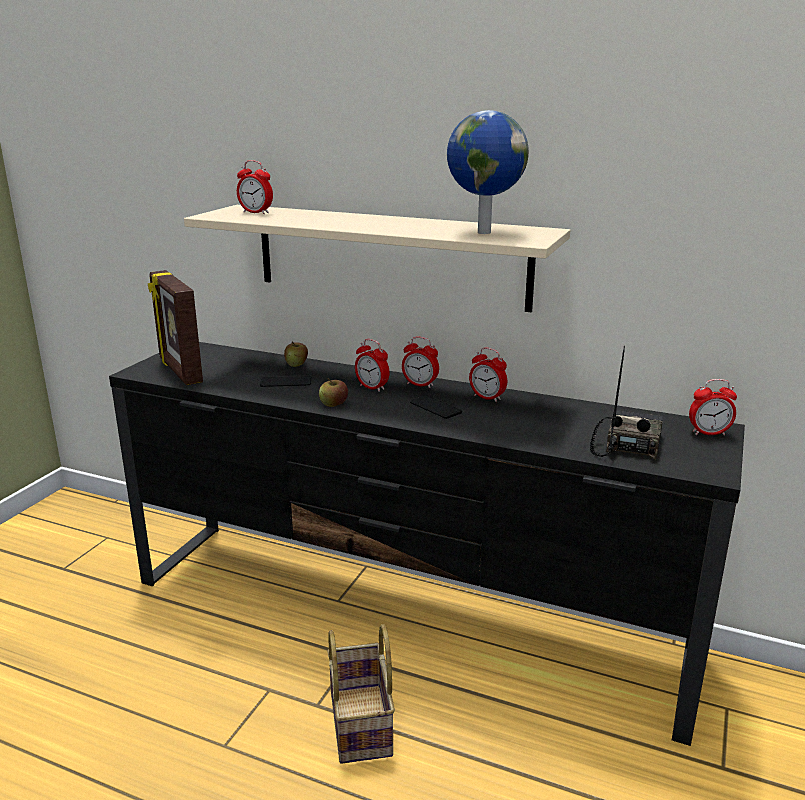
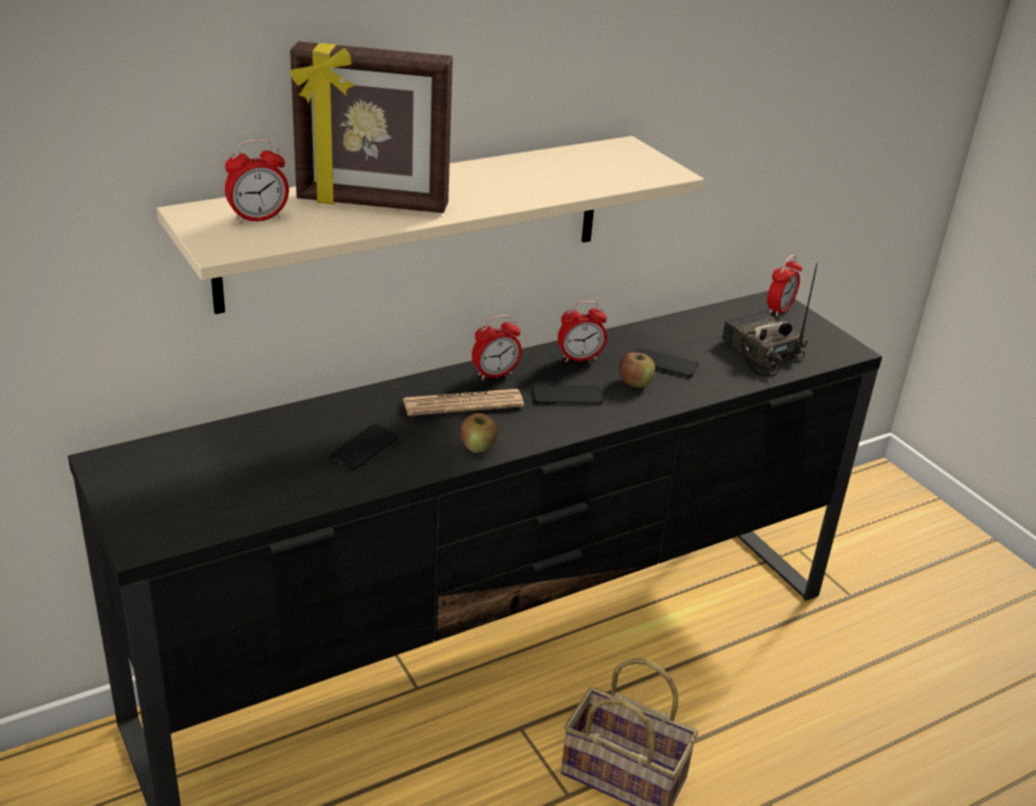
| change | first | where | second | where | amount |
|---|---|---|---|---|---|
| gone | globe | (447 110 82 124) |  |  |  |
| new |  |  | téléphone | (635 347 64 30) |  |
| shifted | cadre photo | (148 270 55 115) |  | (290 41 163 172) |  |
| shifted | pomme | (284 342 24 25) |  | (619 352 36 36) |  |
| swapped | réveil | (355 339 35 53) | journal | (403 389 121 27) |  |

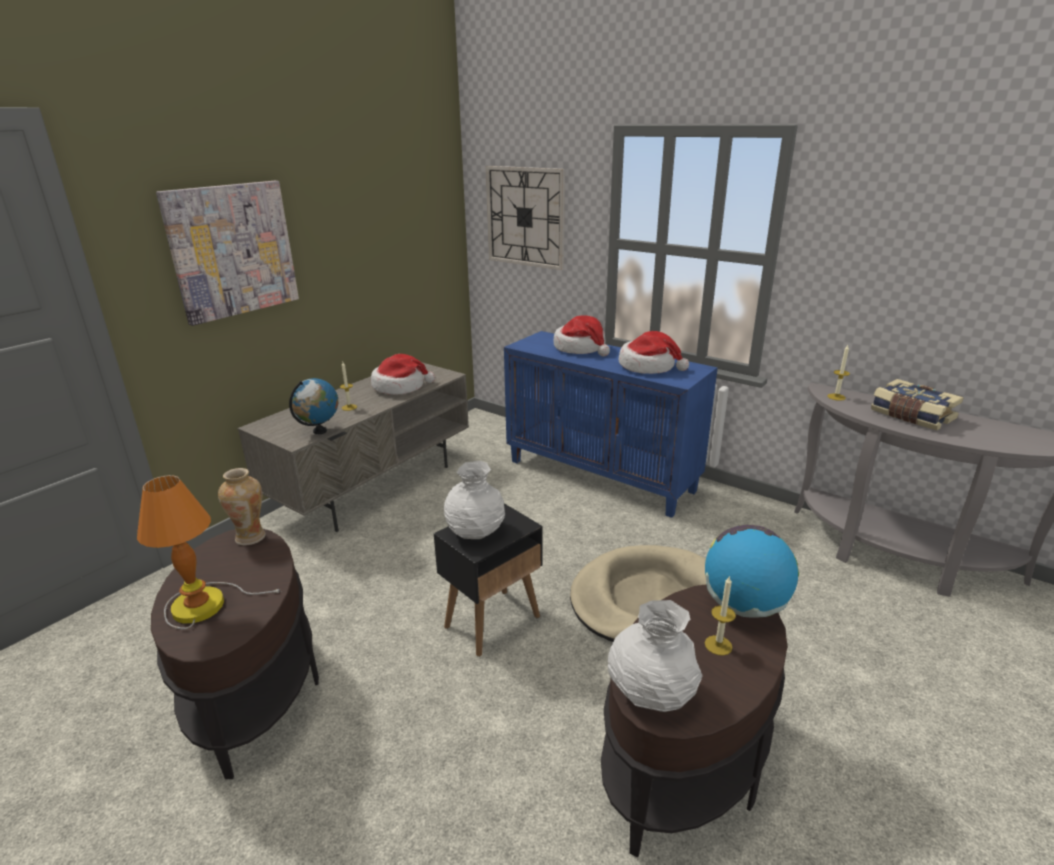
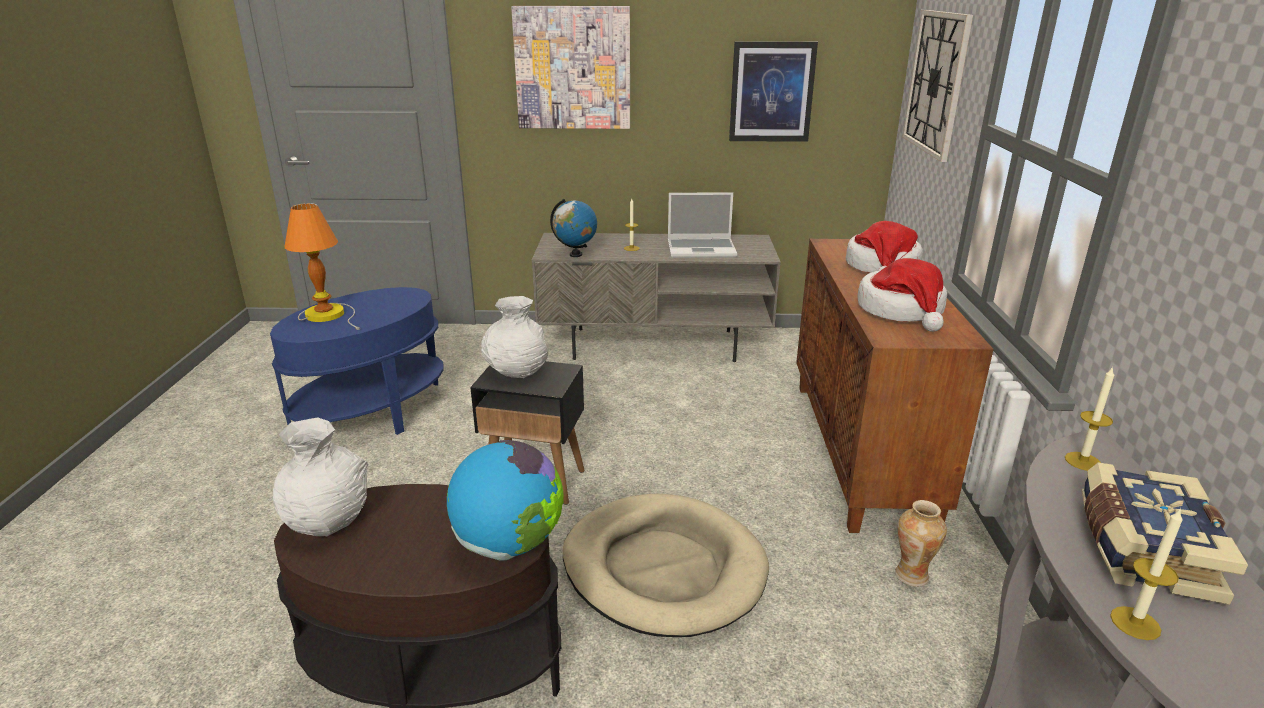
| change | first | where | second | where | amount |
|---|---|---|---|---|---|
| new |  |  | tableau | (729 41 89 101) |  |
| shifted | vase | (218 468 48 78) |  | (895 500 52 87) |  |
| shifted | bougie | (705 575 31 81) |  | (1110 508 73 132) |  |
| swapped | chapeau | (371 354 64 41) | ordinateur portable | (668 192 69 66) |  |
| repainted | table d'appoint [marron] | (151 529 168 250) | table d'appoint [bleu] | (270 287 174 148) |  |
| repainted | meuble de rangement [bleu] | (504 331 214 187) | meuble de rangement [marron] | (796 239 198 294) |  |

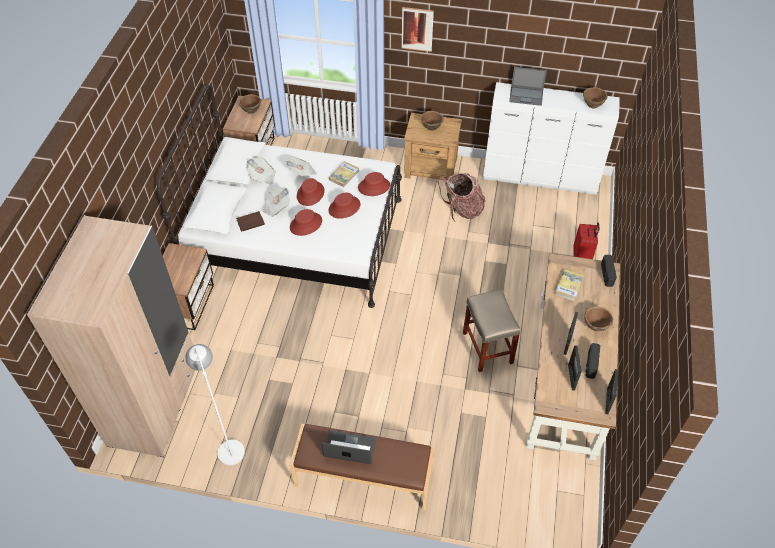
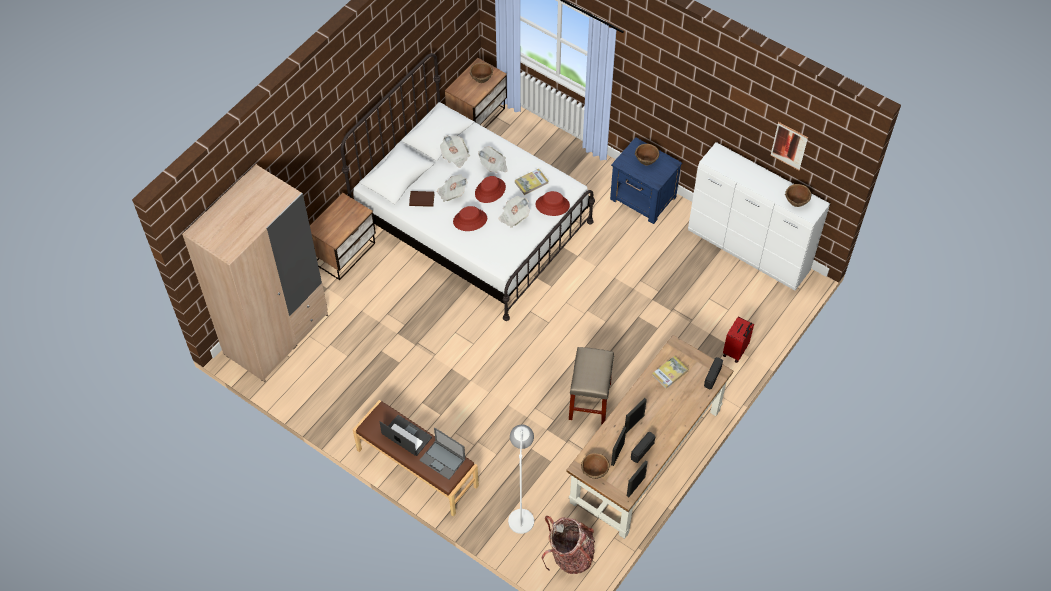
| change | first | where | second | where | amount |
|---|---|---|---|---|---|
| shifted | lampadaire [blanc] | (185 344 60 121) |  | (508 425 26 109) |  |
| shifted | tableau | (402 7 32 45) |  | (771 122 37 48) |  |
| shifted | sac à dos | (438 172 47 49) |  | (542 516 53 58) |  |
| shifted | ordinateur portable | (509 67 38 39) |  | (419 427 46 52) |  |
| shifted | bol [marron] | (584 306 29 25) |  | (581 453 29 26) |  |
| swapped | chapeau [rouge] | (329 193 32 26) | journal | (498 196 32 32) |  |
| repainted | table de chevet [marron] | (404 113 58 67) | table de chevet [bleu] | (610 137 72 87) |  |

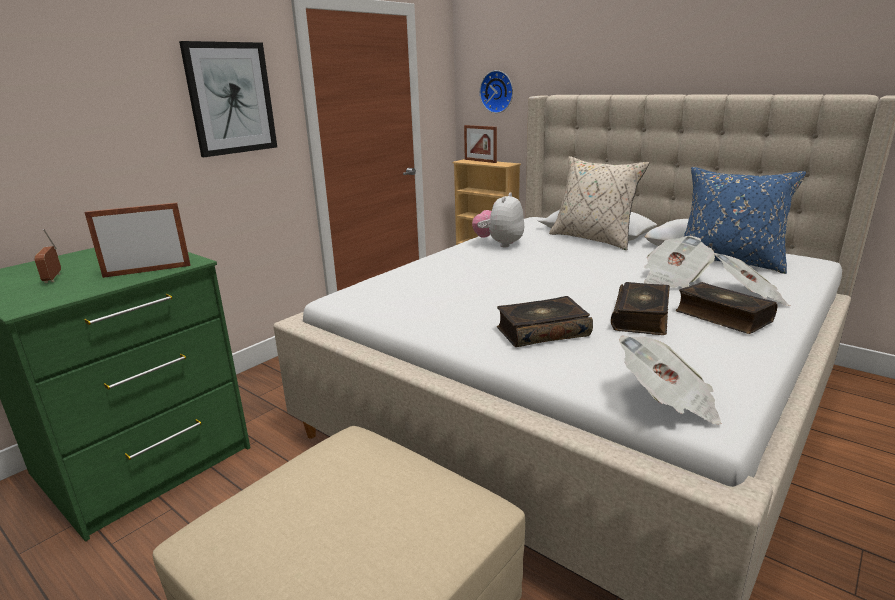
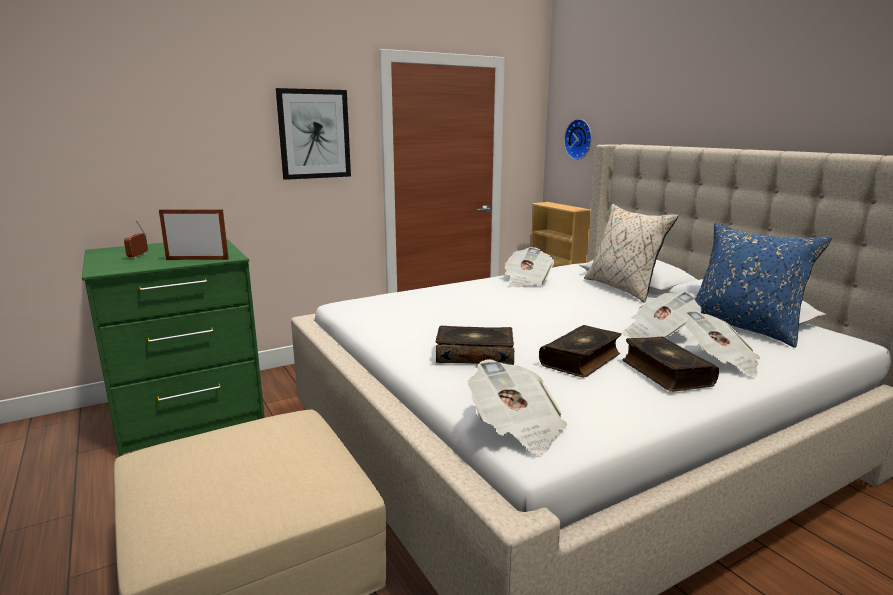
| change | first | where | second | where | amount |
|---|---|---|---|---|---|
| gone | cadre photo | (464 125 33 38) |  |  |  |
| swapped | peluche | (472 192 52 55) | journal | (504 247 51 41) |  |

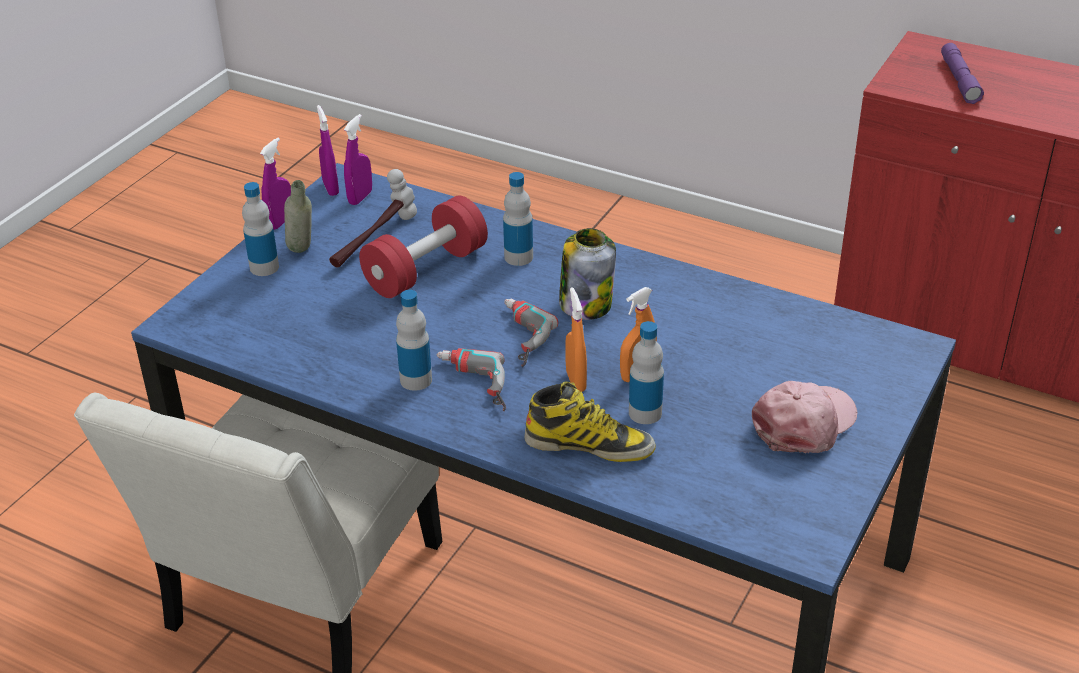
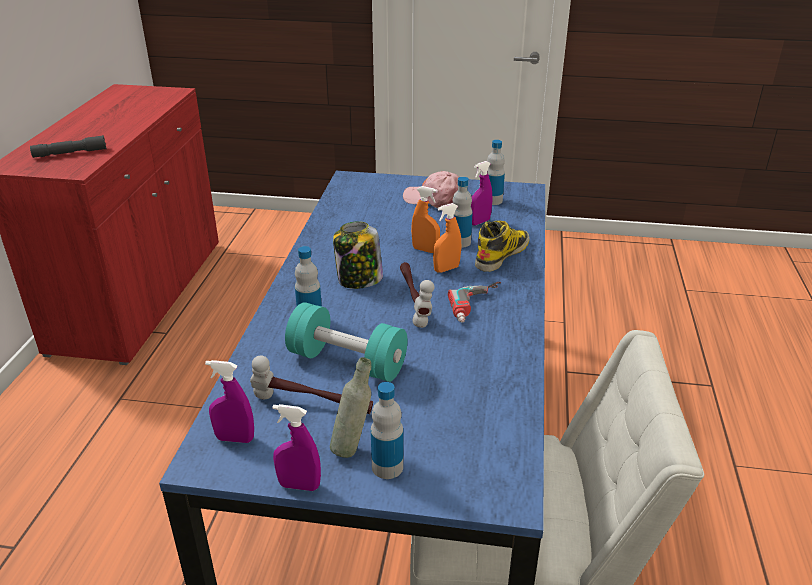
| change | first | where | second | where | amount |
|---|---|---|---|---|---|
| shifted | vaporisateur [violet] | (317 105 22 91) |  | (471 161 21 64) |  |
| shifted | bouteille | (396 290 36 101) |  | (487 140 18 65) |  |
| swapped | perceuse | (504 299 54 68) | marteau | (400 262 35 66) |  |
| repainted | haltère [rouge] | (359 196 129 102) | haltère [turquoise] | (285 302 123 80) |  |
| repainted | lampe de poche [violet] | (941 43 43 61) | lampe de poche [gris] | (30 135 77 23) |  |
| rotated | botte | (524 381 132 81) |  | (475 221 54 51) | 45 degrees clockwise |

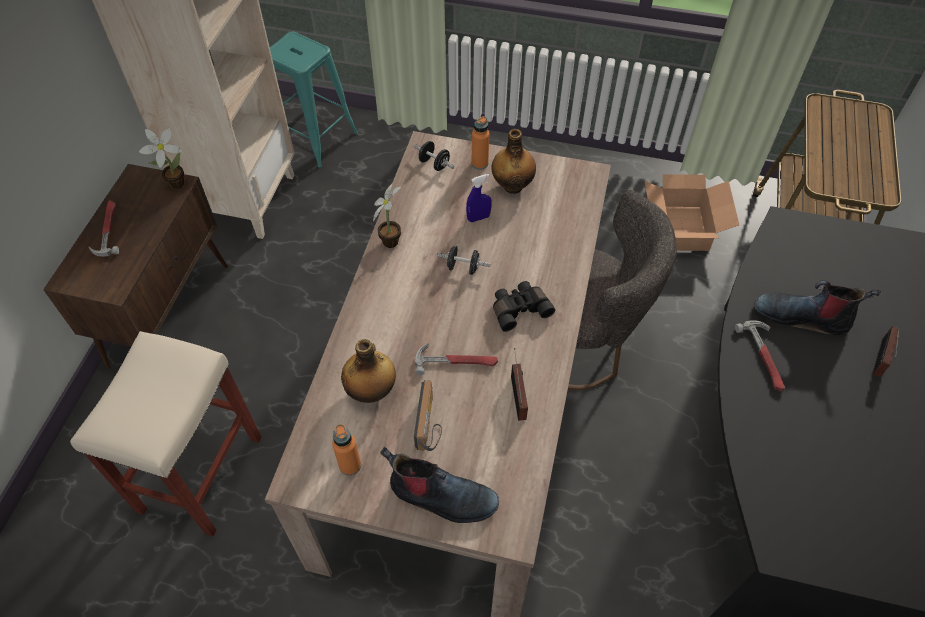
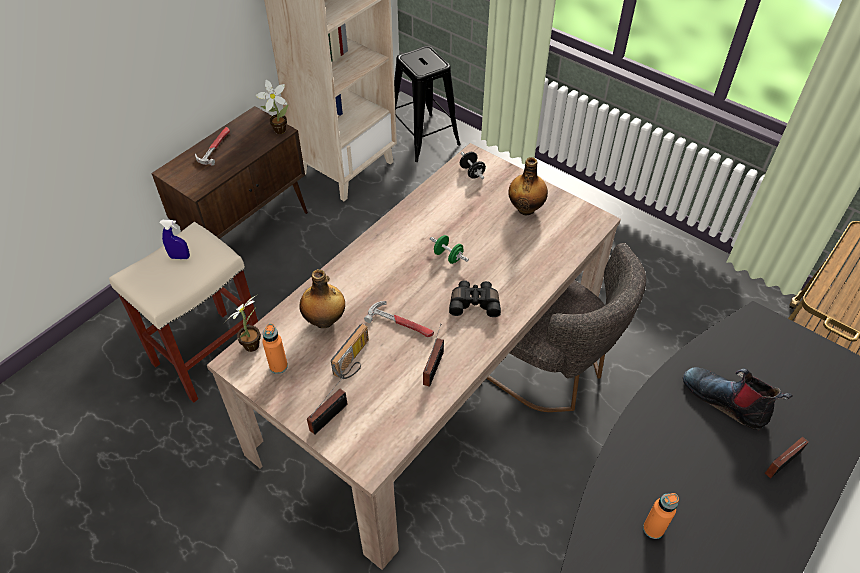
| change | first | where | second | where | amount |
|---|---|---|---|---|---|
| gone | carton | (645 174 94 77) |  |  |  |
| gone | marteau | (735 320 50 71) |  |  |  |
| shifted | plante en pot | (373 184 28 64) |  | (224 295 37 57) |  |
| shifted | vaporisateur [bleu] | (466 174 26 48) |  | (159 220 31 39) |  |
| shifted | bouteille [orange] | (472 116 17 54) |  | (643 493 36 46) |  |
| swapped | botte | (380 447 119 76) | radio | (307 376 40 59) |  |
| repainted | tabouret [turquoise] | (270 32 88 135) | tabouret [noir] | (394 46 67 116) |  |
| repainted | haltère [noir] | (436 246 55 29) | haltère [vert] | (430 235 39 29) |  |

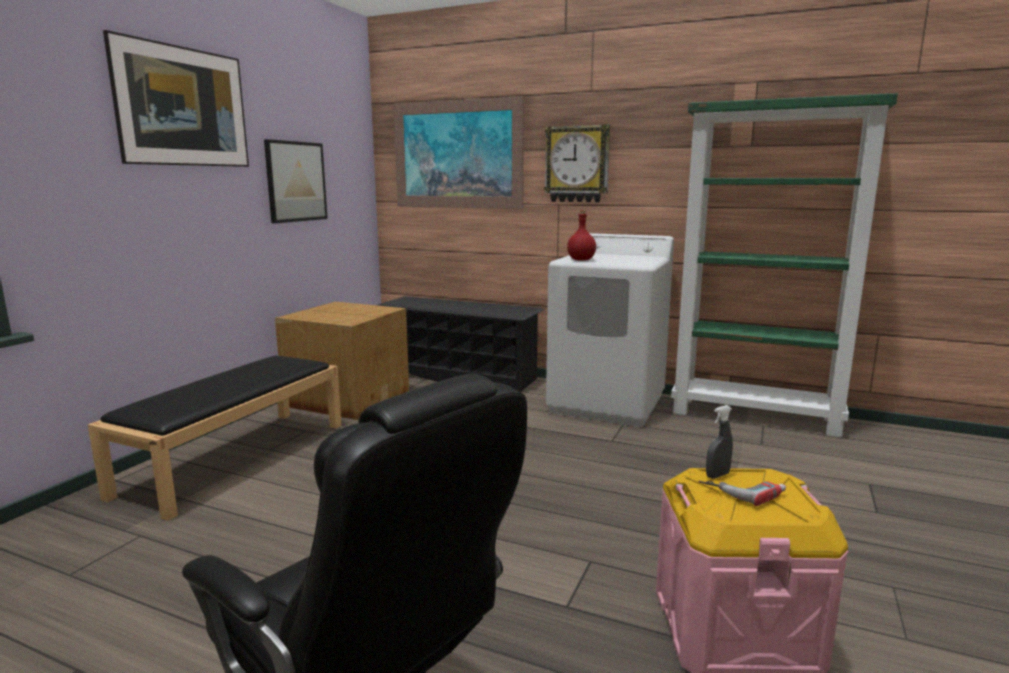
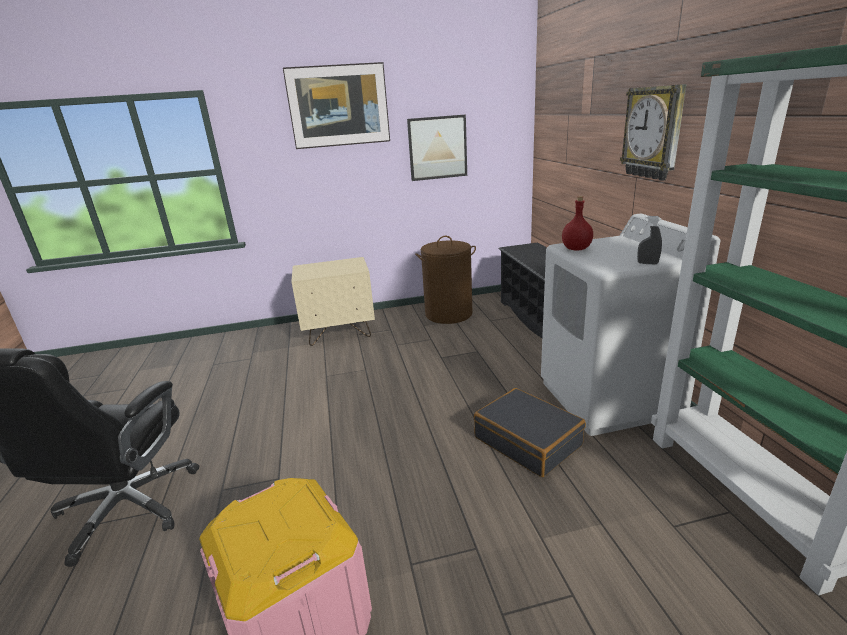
| change | first | where | second | where | amount |
|---|---|---|---|---|---|
| gone | tableau | (393 96 131 113) |  |  |  |
| gone | perceuse | (699 481 87 25) |  |  |  |
| new |  |  | valise [noir] | (474 388 112 89) |  |
| shifted | vaporisateur [gris] | (706 405 27 74) |  | (637 216 25 48) |  |
| swapped | banc [noir] | (88 356 254 165) | table de chevet [beige] | (291 257 84 89) |  |
| swapped | carton | (275 302 134 118) | panier à linge [marron] | (415 236 61 88) |  |

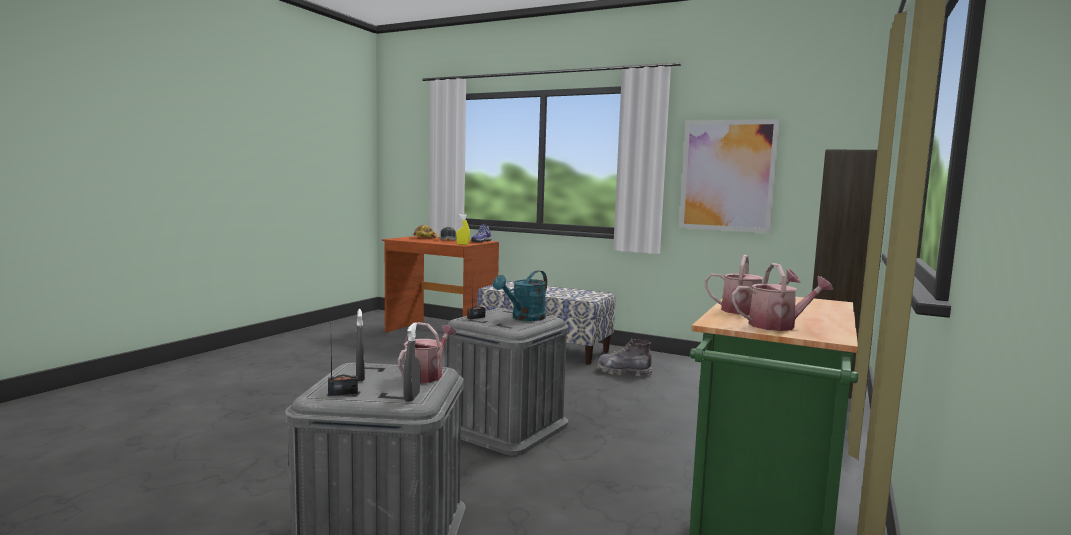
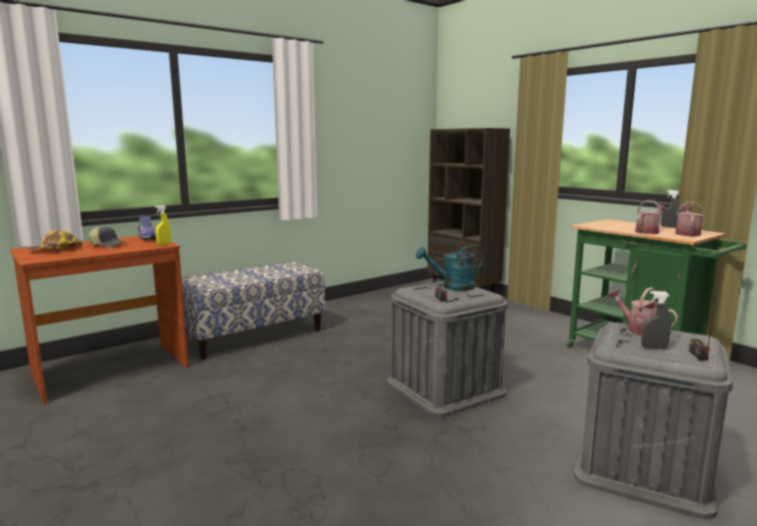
| change | first | where | second | where | amount |
|---|---|---|---|---|---|
| gone | botte [gris] | (597 339 55 37) |  |  |  |
| gone | tableau | (679 119 101 114) |  |  |  |
| shifted | vaporisateur [gris] | (404 322 16 80) |  | (661 190 19 38) |  |
| rotated | arrosoir [turquoise] | (493 270 54 51) |  | (416 245 67 46) | 105 degrees clockwise |

